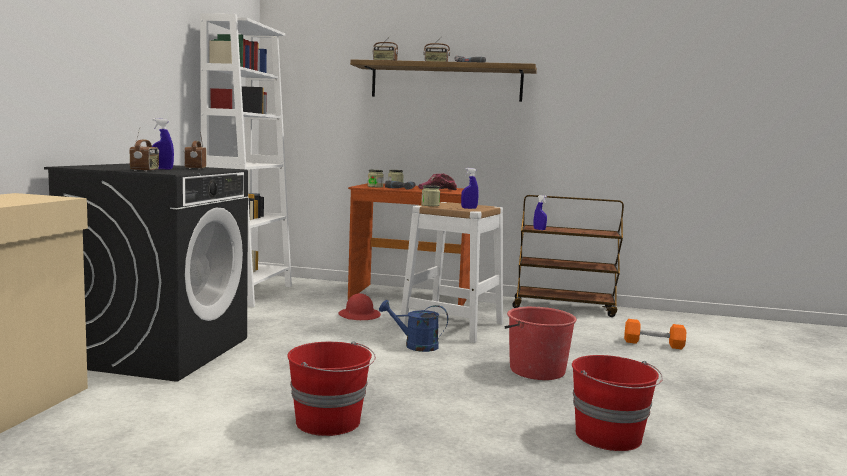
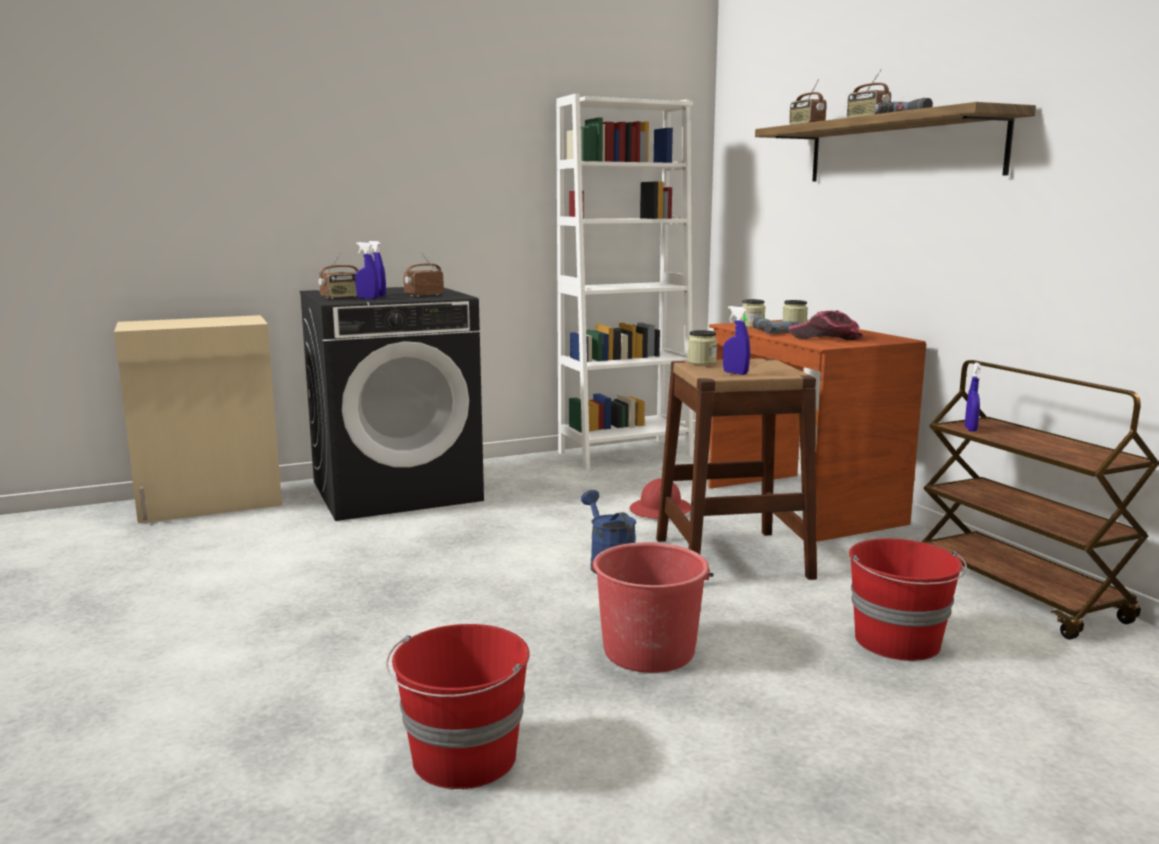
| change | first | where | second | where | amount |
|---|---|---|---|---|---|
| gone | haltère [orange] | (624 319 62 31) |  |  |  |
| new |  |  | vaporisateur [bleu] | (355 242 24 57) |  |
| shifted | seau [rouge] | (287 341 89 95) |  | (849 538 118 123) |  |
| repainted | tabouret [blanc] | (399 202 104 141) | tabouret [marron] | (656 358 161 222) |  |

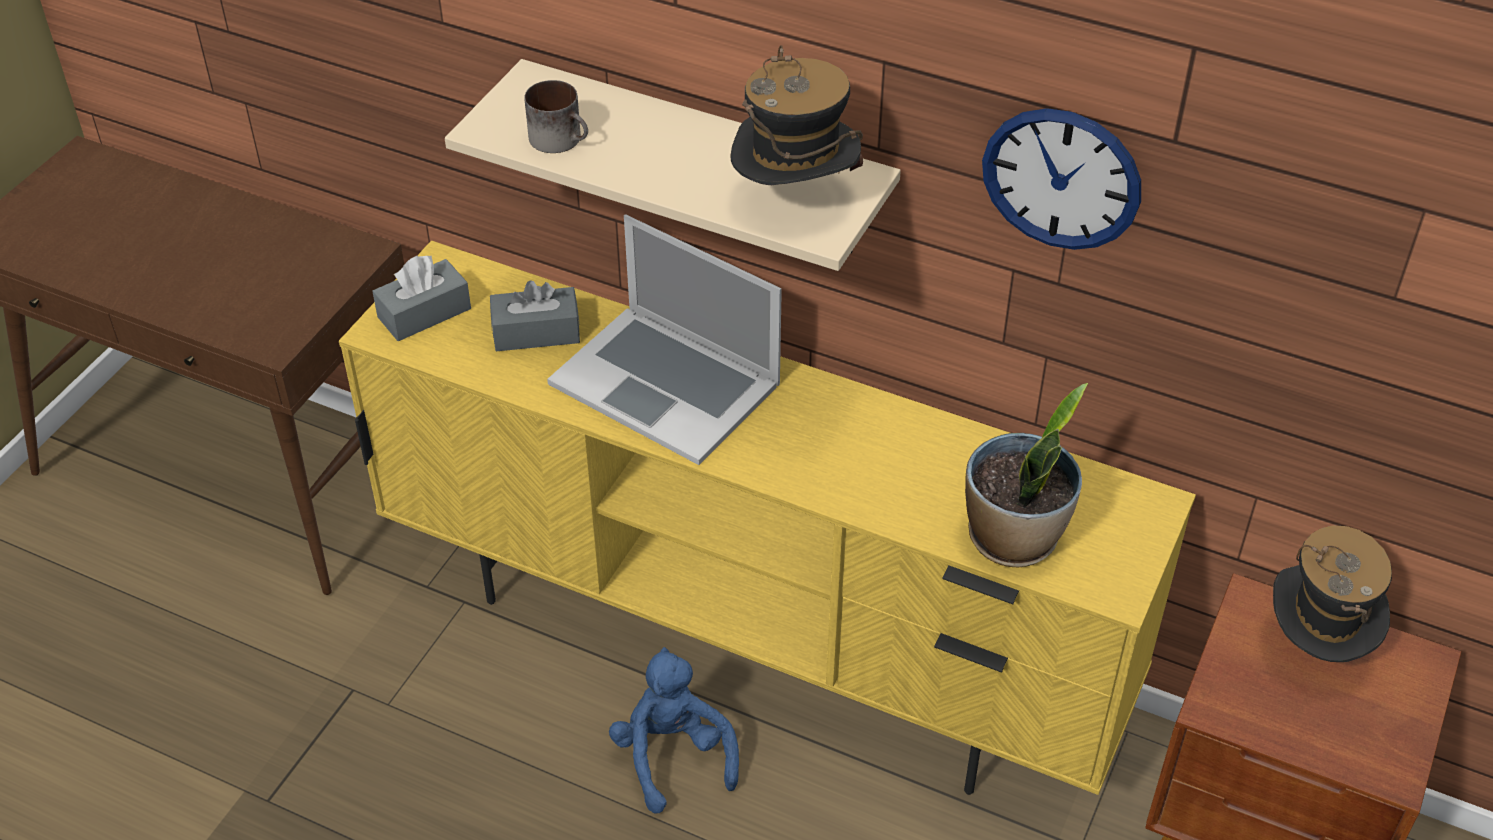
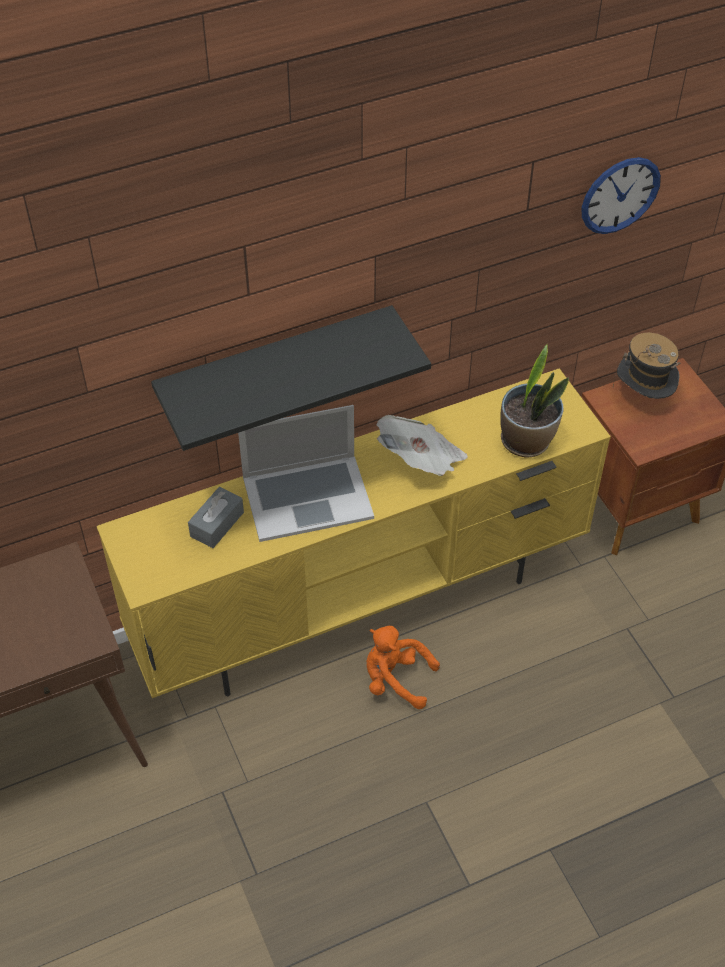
| change | first | where | second | where | amount |
|---|---|---|---|---|---|
| gone | boîte à mouchoirs [gris] | (372 256 99 85) |  |  |  |
| gone | mug | (524 80 64 73) |  |  |  |
| gone | chapeau | (730 45 133 140) |  |  |  |
| new |  |  | journal | (377 415 91 61) |  |
| shifted | horloge murale | (982 108 159 142) |  | (582 157 79 77) |  |
| repainted | étagère [beige] | (445 59 456 212) | étagère [noir] | (151 305 280 146) |  |
| repainted | peluche [bleu] | (609 647 130 167) | peluche [orange] | (367 626 73 83) |  |

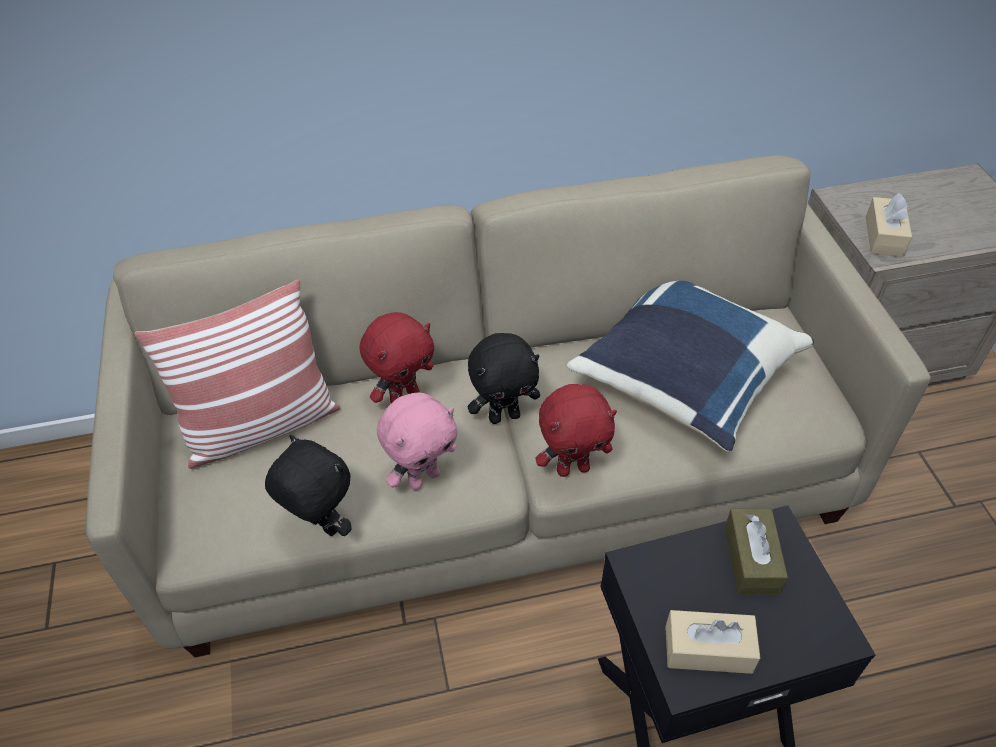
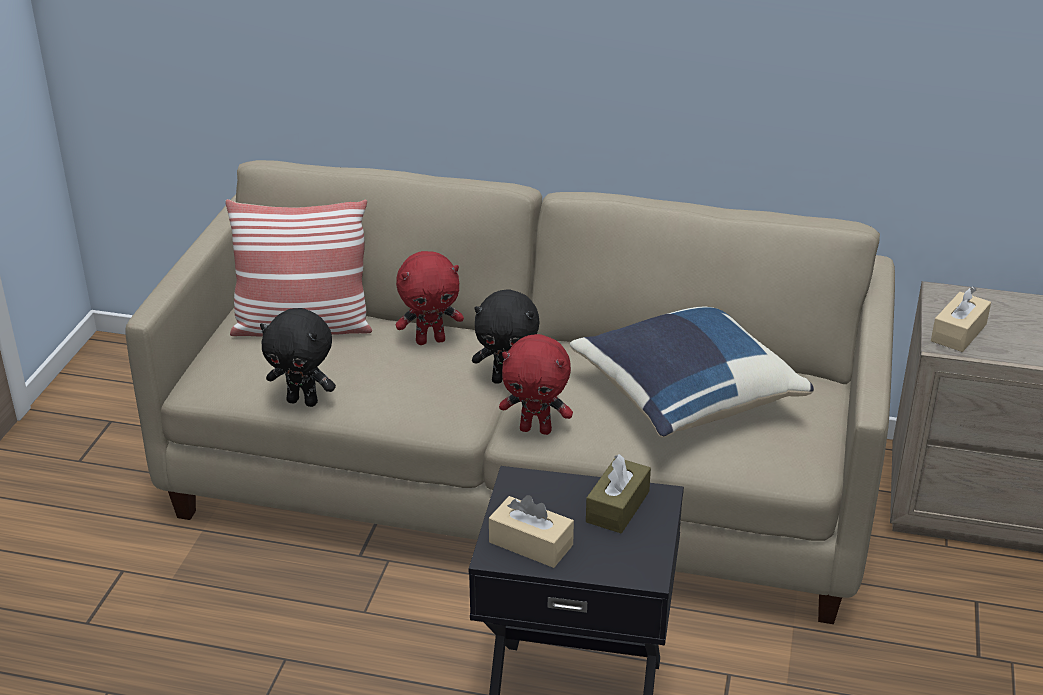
| change | first | where | second | where | amount |
|---|---|---|---|---|---|
| gone | peluche [rose] | (377 392 81 98) |  |  |  |
| rotated | peluche [noir] | (265 435 87 101) |  | (260 308 76 99) | 135 degrees clockwise |

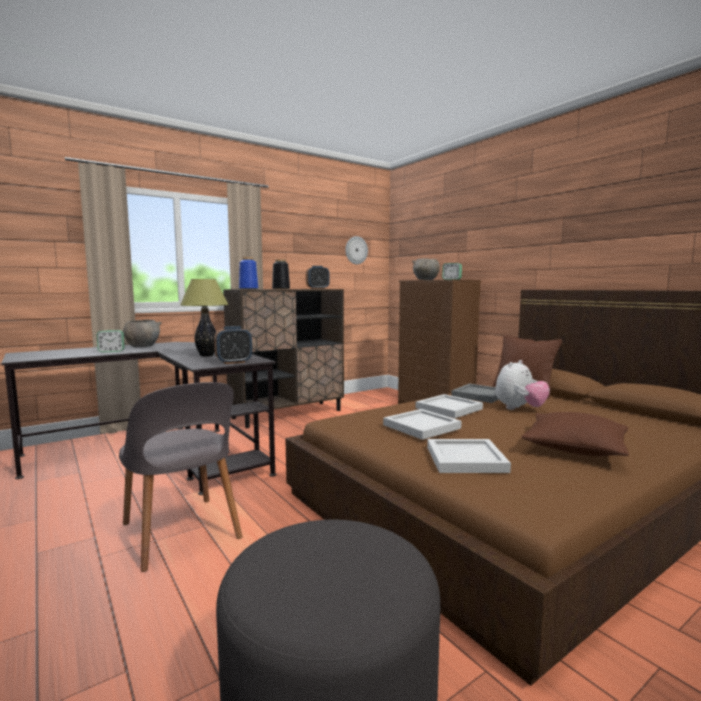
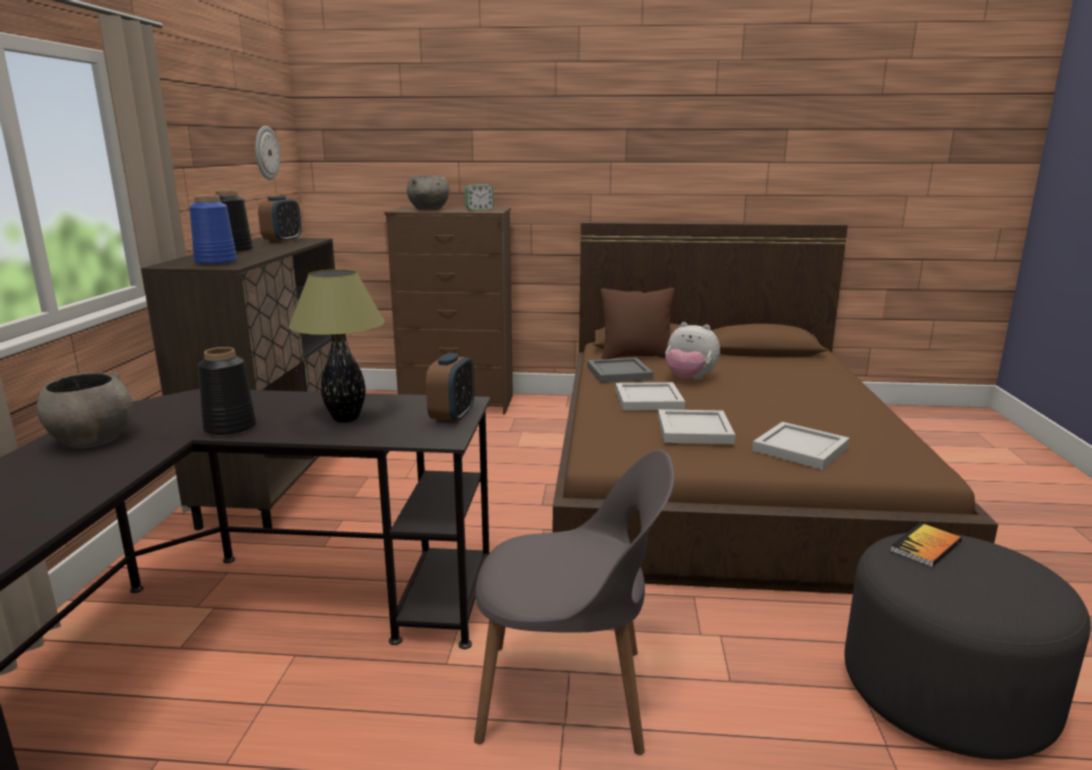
| change | first | where | second | where | amount |
|---|---|---|---|---|---|
| gone | réveil | (97 330 28 22) |  |  |  |
| gone | coussin [marron] | (521 412 108 44) |  |  |  |
| new |  |  | vase [noir] | (198 347 58 89) |  |
| new |  |  | livre | (890 523 72 44) |  |
| rotated | peluche | (495 360 55 50) |  | (665 322 55 58) | 120 degrees clockwise |

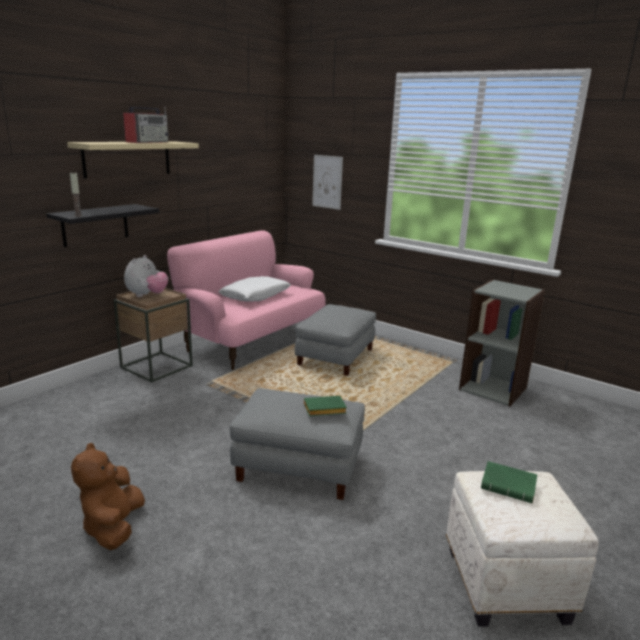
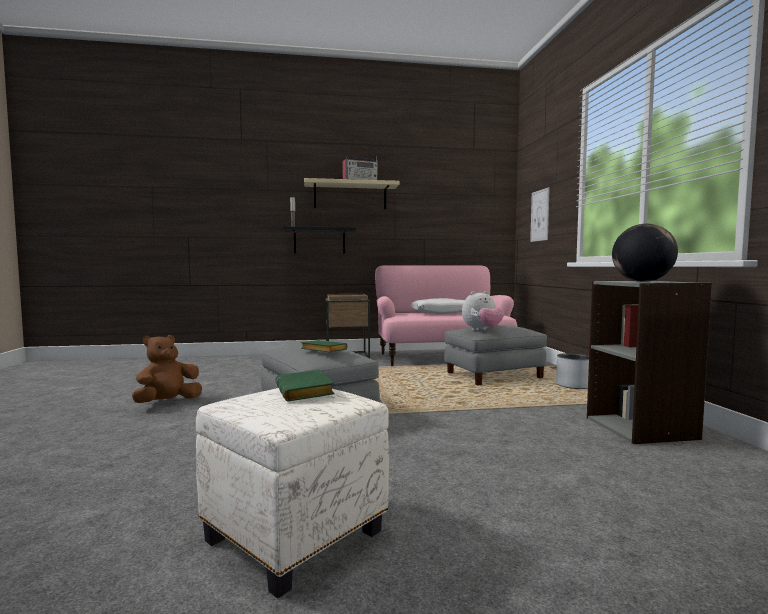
| change | first | where | second | where | amount |
|---|---|---|---|---|---|
| new |  |  | cache-pot [gris] | (556 353 33 36) |  |
| new |  |  | globe | (612 224 66 58) |  |
| shifted | peluche | (124 255 44 42) |  | (462 291 42 40) |  |

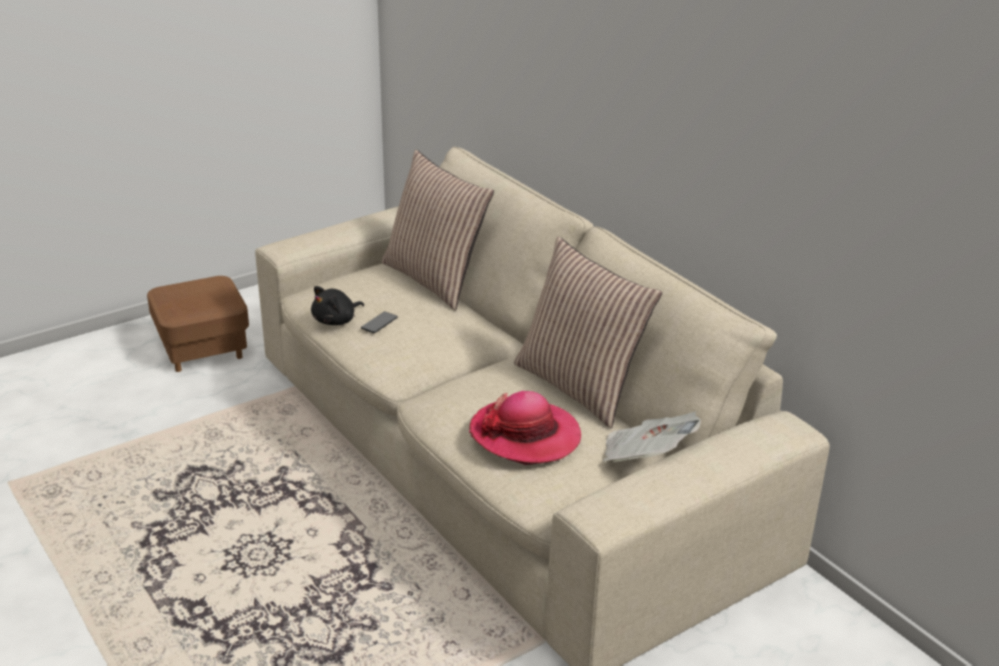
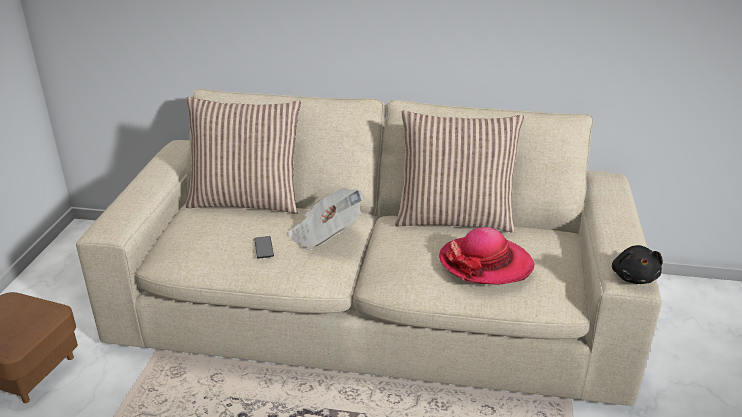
| change | first | where | second | where | amount |
|---|---|---|---|---|---|
| shifted | peluche [noir] | (311 286 53 39) |  | (612 245 51 39) |  |
| shifted | journal | (603 411 98 51) |  | (287 187 77 64) |  |

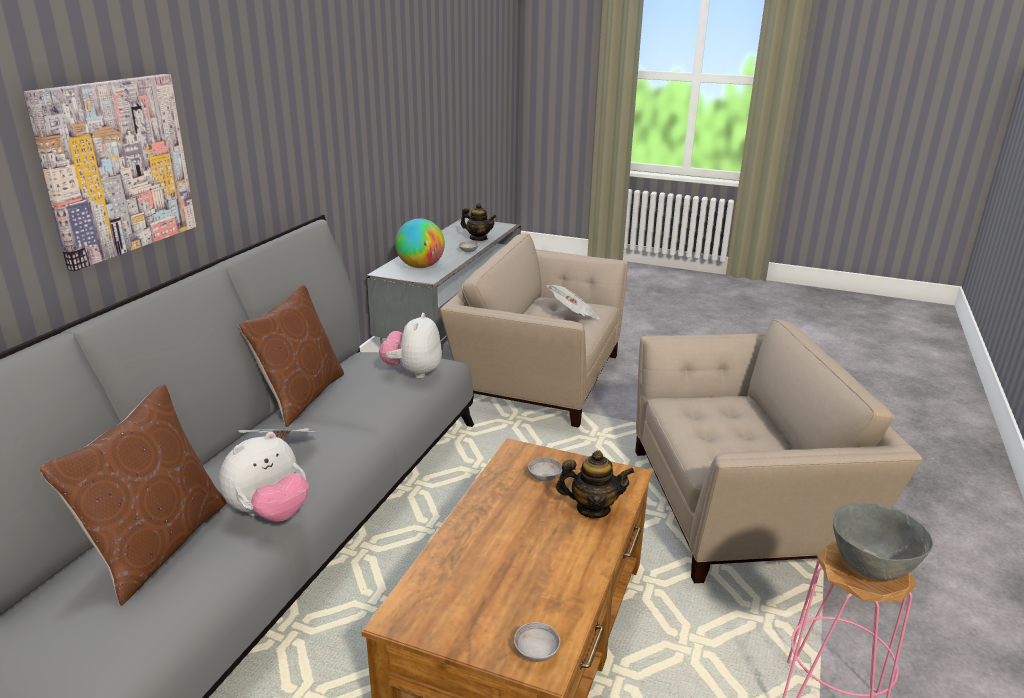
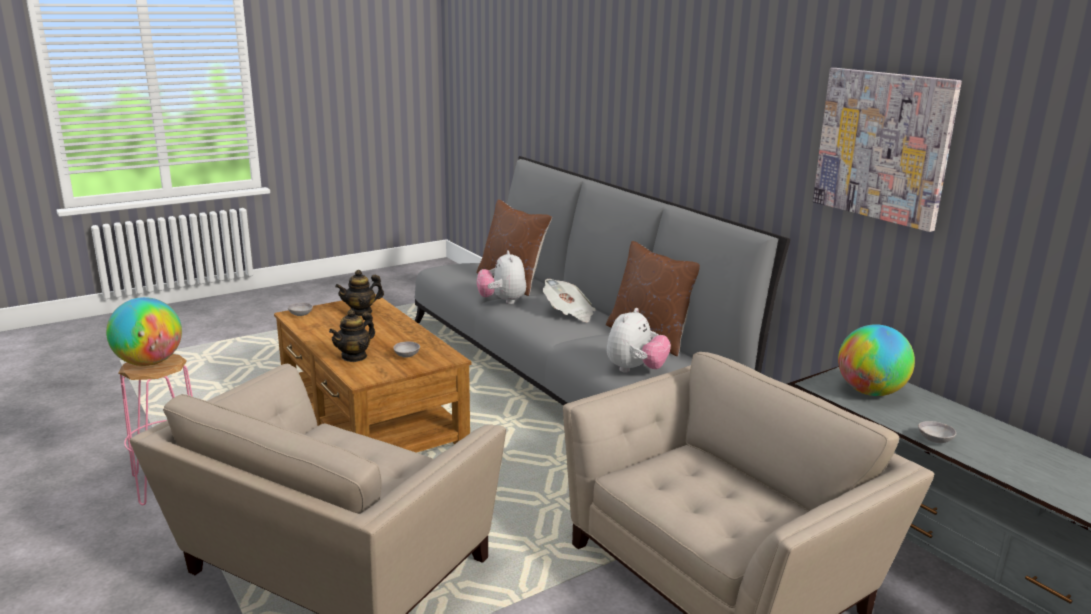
| change | first | where | second | where | amount |
|---|---|---|---|---|---|
| gone | journal | (547 285 53 34) |  |  |  |
| shifted | tableau | (24 74 172 197) |  | (813 68 149 164) |  |
| shifted | théière | (461 203 35 38) |  | (335 270 49 46) |  |
| swapped | bol [gris] | (833 502 100 78) | globe | (106 297 76 69) |  |
| rotated | peluche | (379 313 63 65) |  | (607 308 64 65) | 75 degrees clockwise |

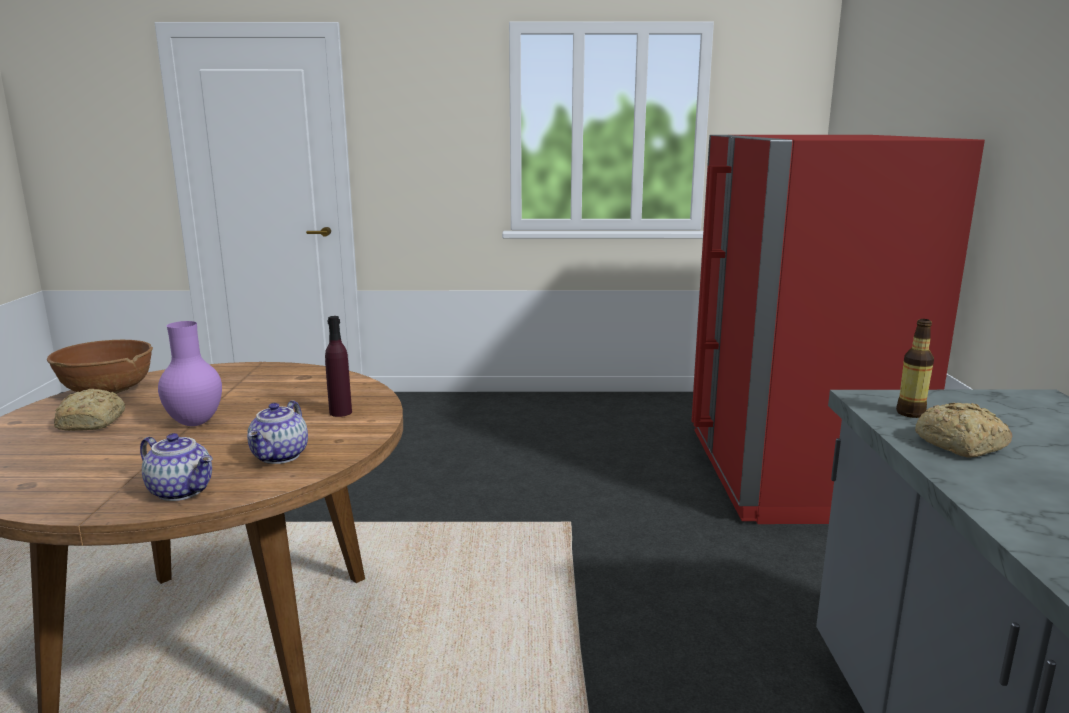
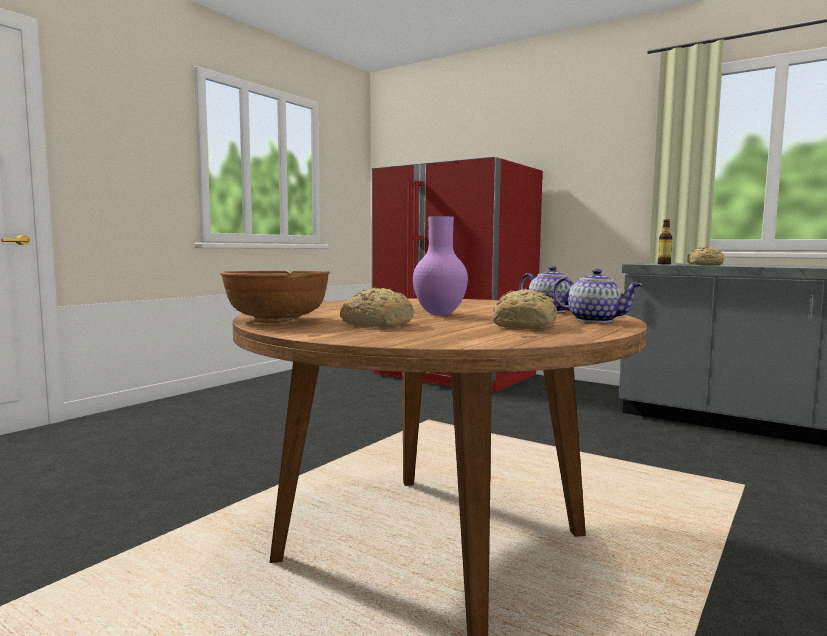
| change | first | where | second | where | amount |
|---|---|---|---|---|---|
| gone | bouteille [violet] | (325 316 27 101) |  |  |  |
| new |  |  | pain | (493 289 64 41) |  |
| rotated | théière | (140 433 73 68) |  | (553 269 90 54) | 60 degrees clockwise |

